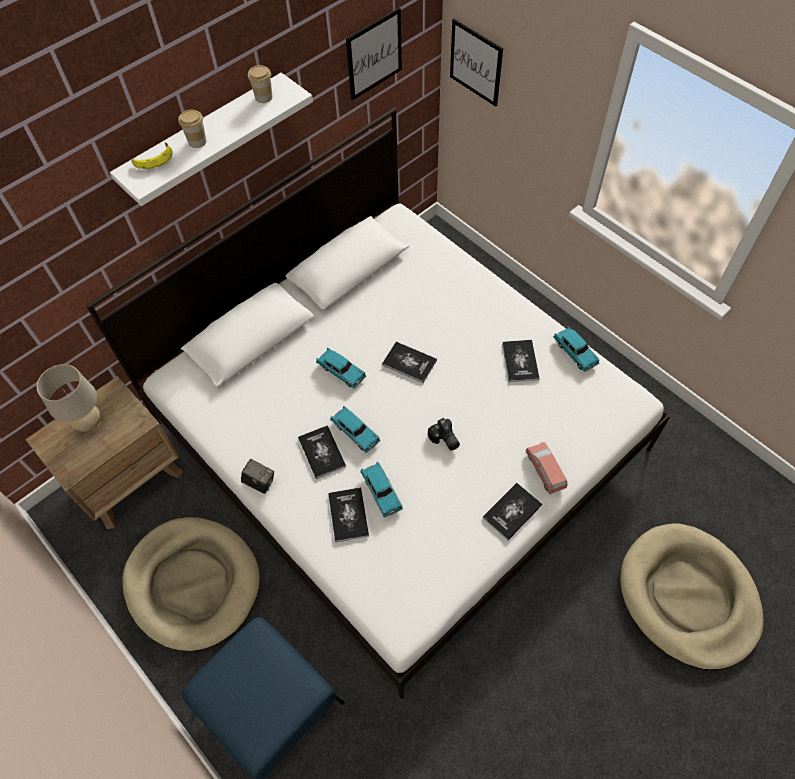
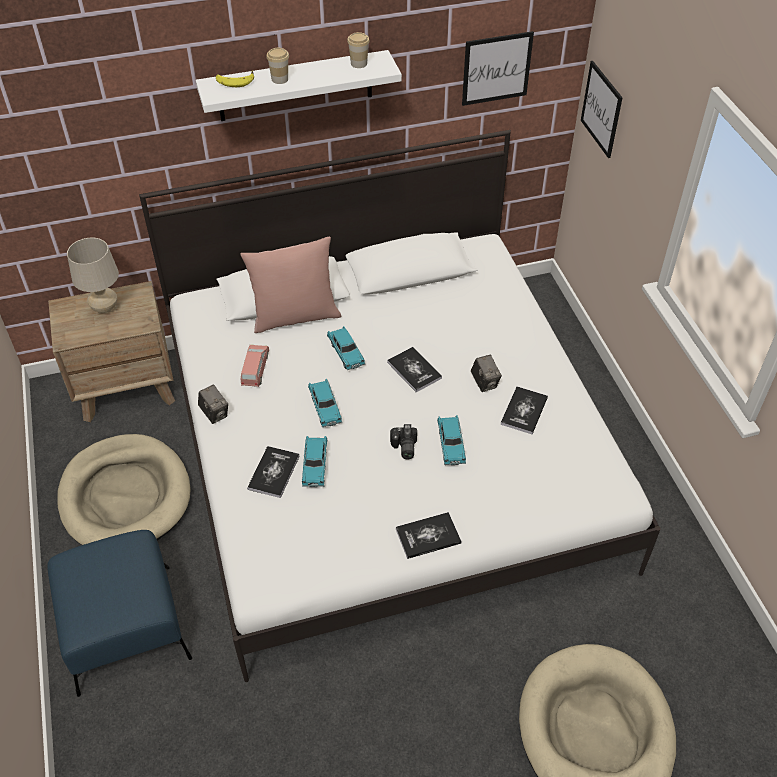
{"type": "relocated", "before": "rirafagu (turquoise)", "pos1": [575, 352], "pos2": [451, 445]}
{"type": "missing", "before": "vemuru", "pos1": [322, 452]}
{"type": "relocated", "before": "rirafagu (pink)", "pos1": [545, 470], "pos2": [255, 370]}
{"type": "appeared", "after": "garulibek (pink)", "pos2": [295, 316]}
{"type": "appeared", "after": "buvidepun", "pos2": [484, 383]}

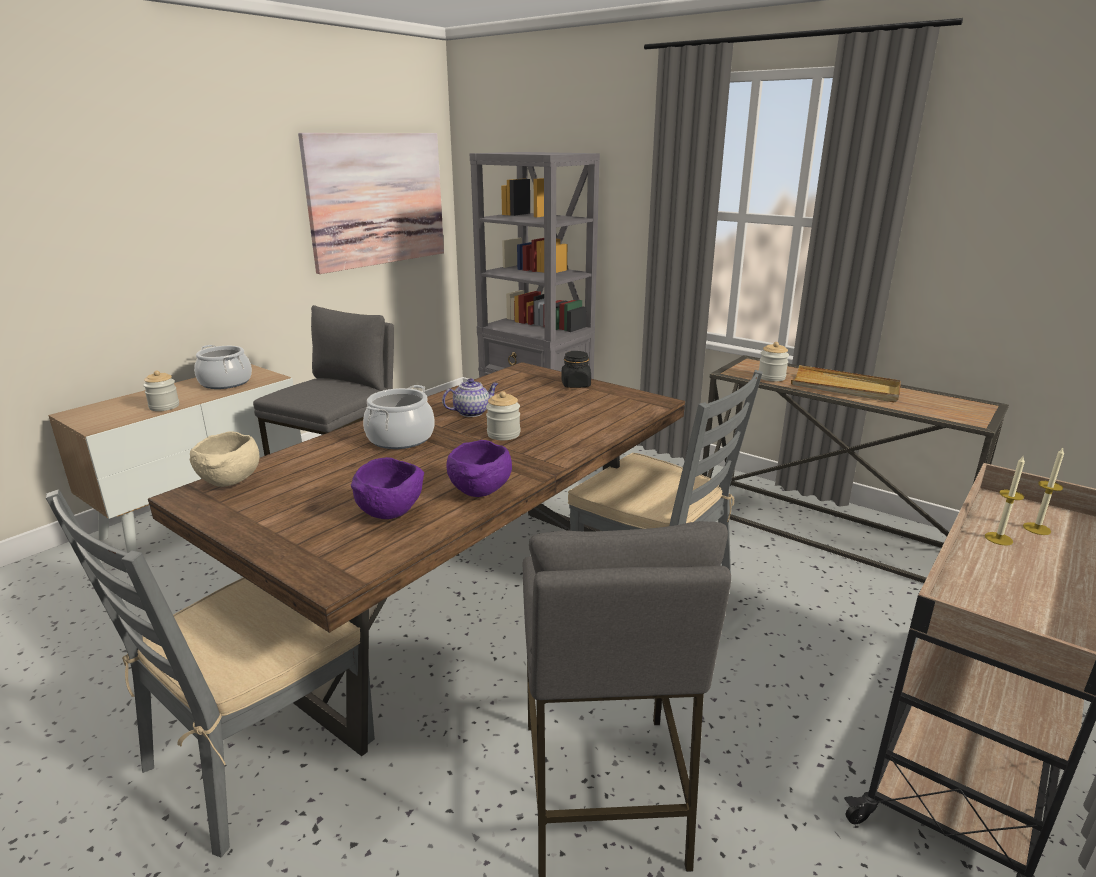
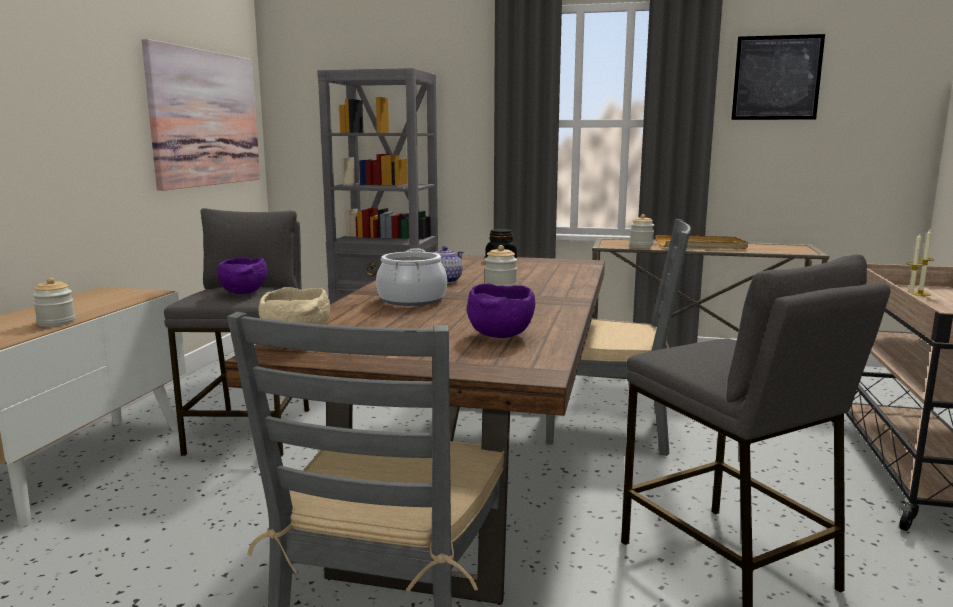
{"type": "missing", "before": "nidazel", "pos1": [226, 382]}
{"type": "relocated", "before": "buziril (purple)", "pos1": [480, 492], "pos2": [244, 293]}
{"type": "appeared", "after": "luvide", "pos2": [776, 78]}

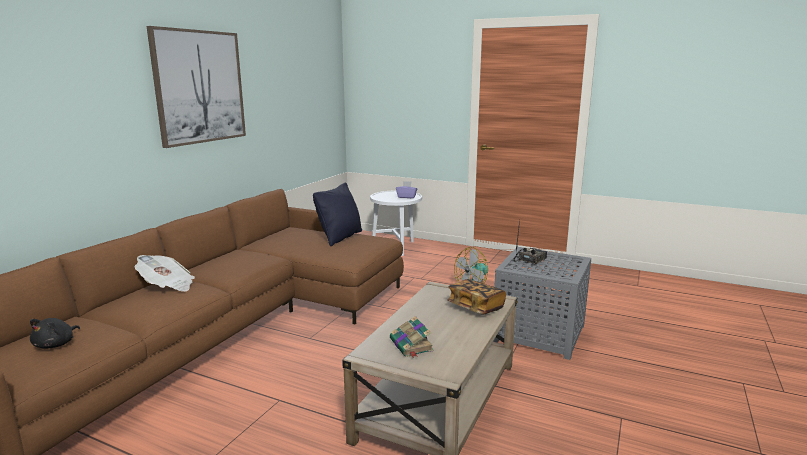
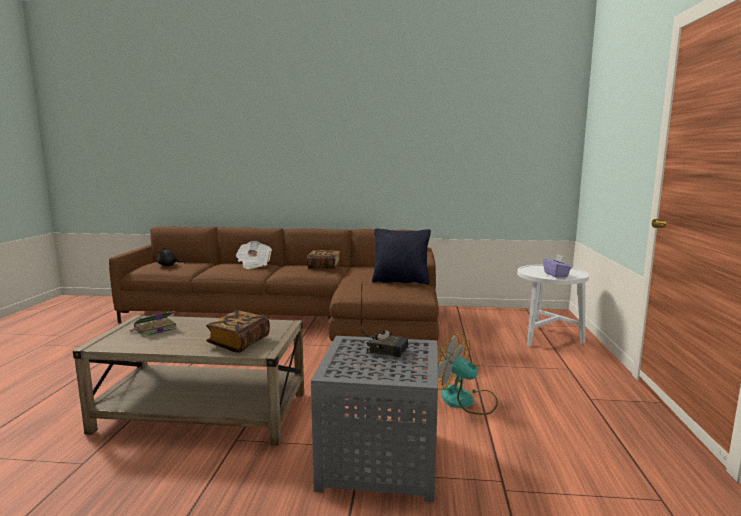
{"type": "missing", "before": "luvide", "pos1": [199, 87]}
{"type": "appeared", "after": "vemuru", "pos2": [324, 266]}

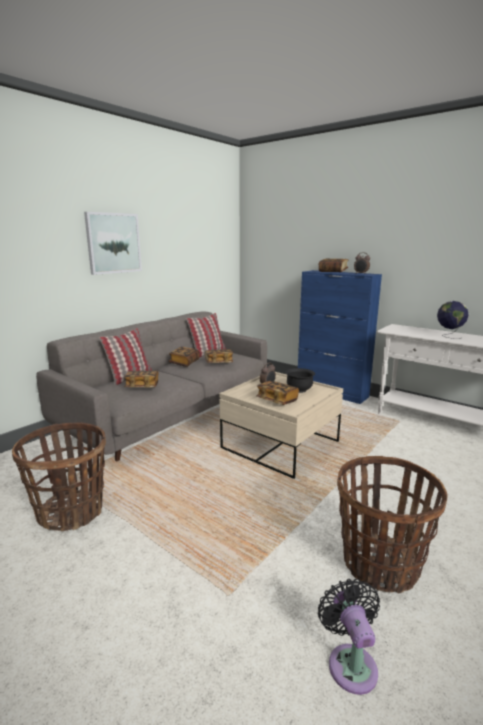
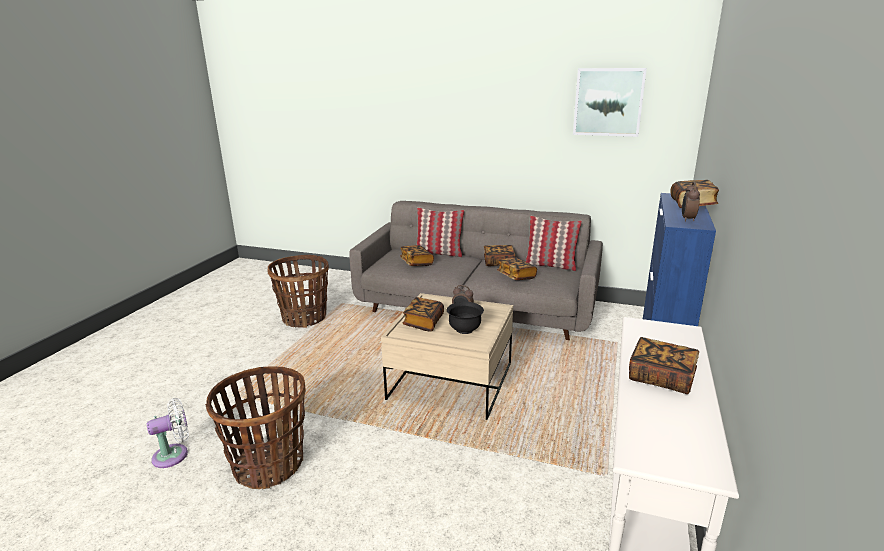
{"type": "relocated", "before": "luvide", "pos1": [113, 243], "pos2": [608, 102]}
{"type": "exchanged", "before": "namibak", "after": "vemuru", "pos1": [449, 336], "pos2": [661, 378]}
{"type": "colour", "before": "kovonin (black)", "after": "kovonin (white)", "pos1": [350, 662], "pos2": [174, 455]}

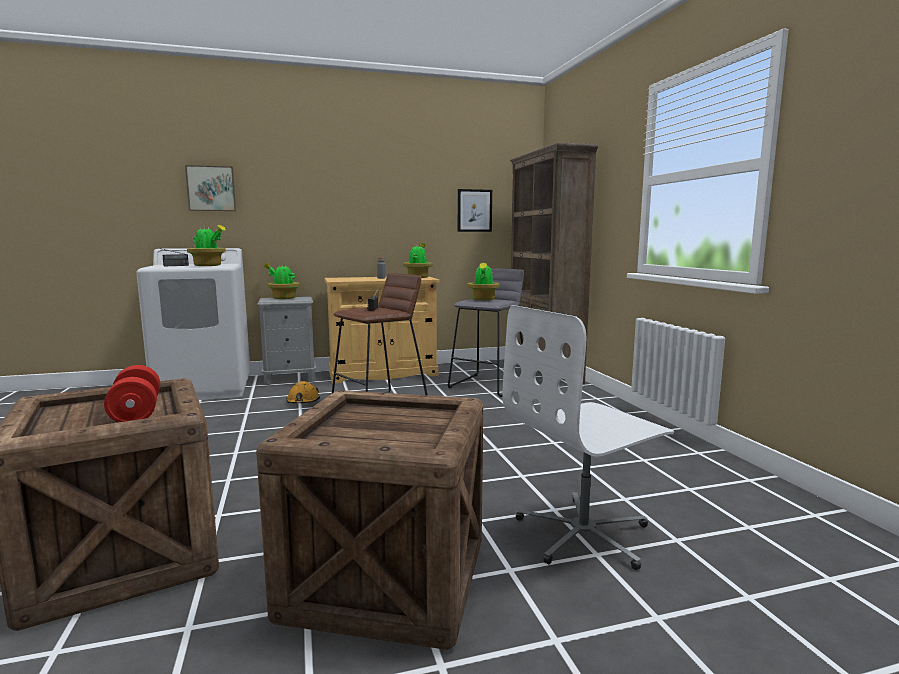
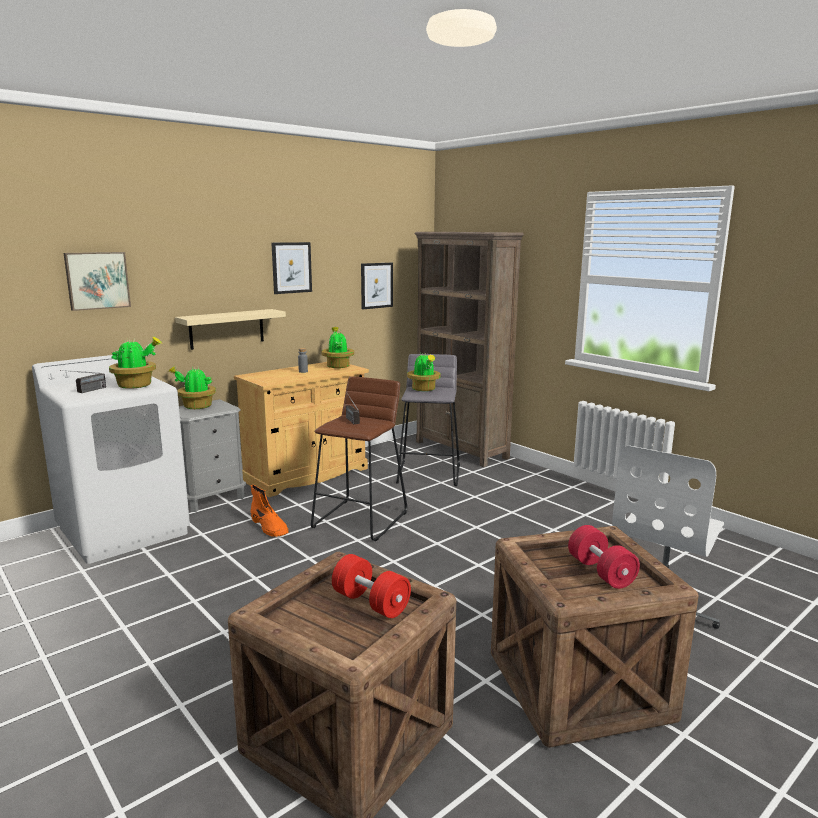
{"type": "exchanged", "before": "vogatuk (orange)", "after": "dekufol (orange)", "pos1": [303, 401], "pos2": [269, 527]}
{"type": "appeared", "after": "luvide", "pos2": [291, 267]}
{"type": "appeared", "after": "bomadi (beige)", "pos2": [227, 329]}
{"type": "appeared", "after": "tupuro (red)", "pos2": [601, 572]}

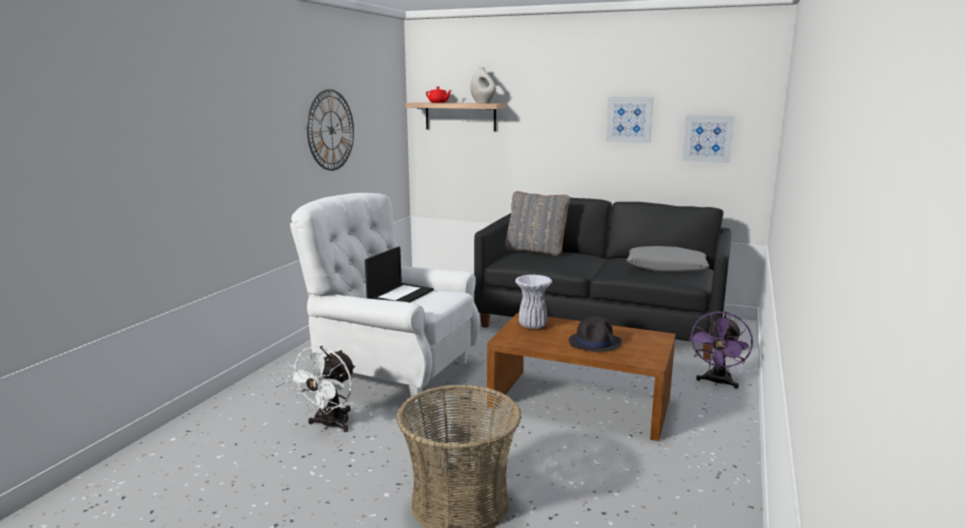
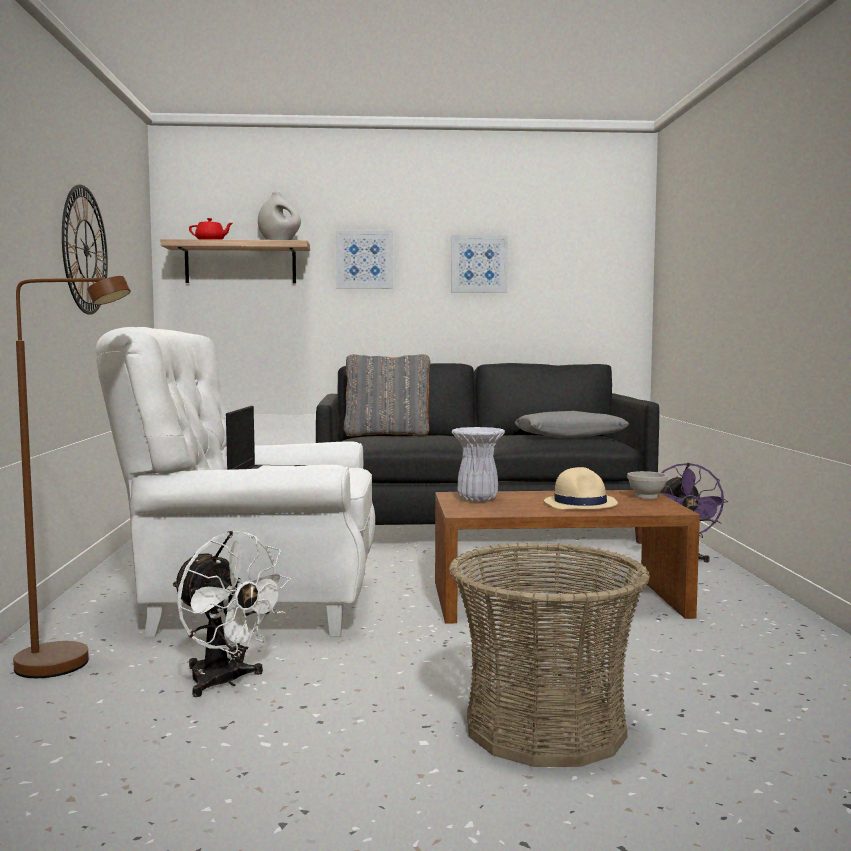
{"type": "relocated", "before": "luvide", "pos1": [708, 138], "pos2": [364, 259]}
{"type": "colour", "before": "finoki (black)", "after": "finoki (beige)", "pos1": [595, 342], "pos2": [580, 503]}
{"type": "spun", "before": "kovonin (white)", "pos1": [330, 425], "pos2": [225, 682], "turn": -45}
{"type": "appeared", "after": "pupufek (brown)", "pos2": [70, 665]}
{"type": "appeared", "after": "buziril (white)", "pos2": [646, 497]}

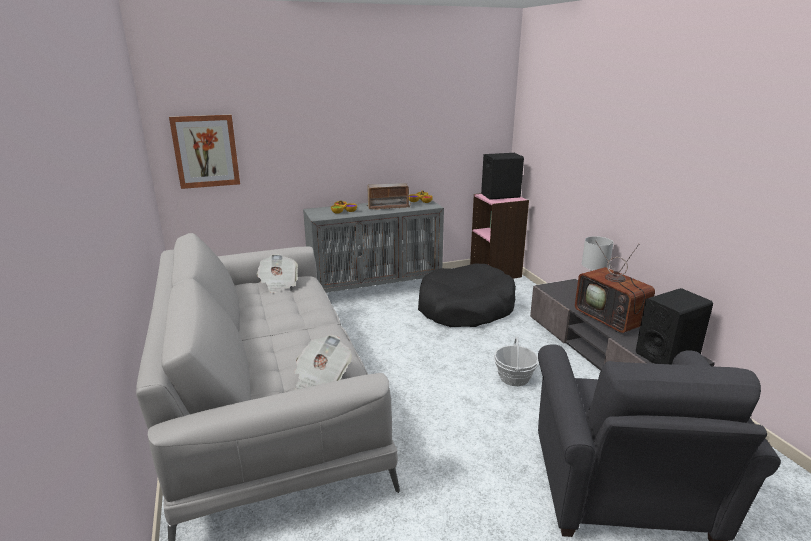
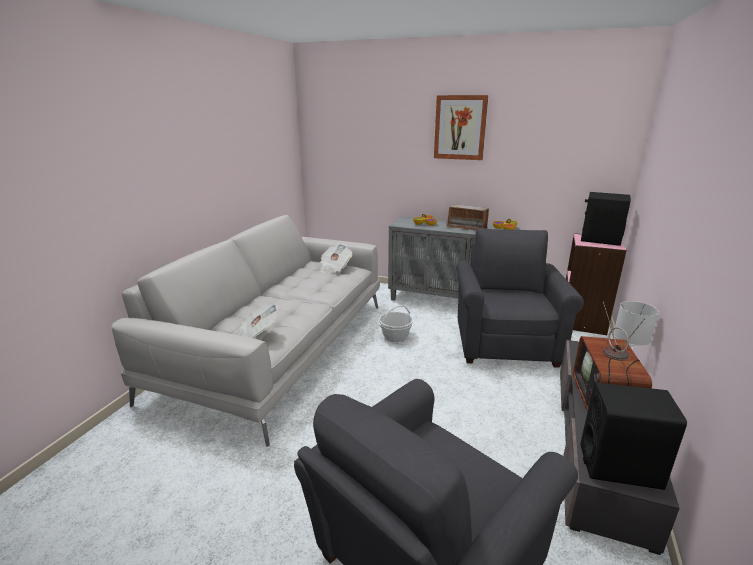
{"type": "relocated", "before": "luvide", "pos1": [206, 151], "pos2": [460, 127]}
{"type": "exchanged", "before": "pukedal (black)", "after": "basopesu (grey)", "pos1": [465, 308], "pos2": [505, 342]}
{"type": "relocated", "before": "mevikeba", "pos1": [514, 378], "pos2": [395, 336]}

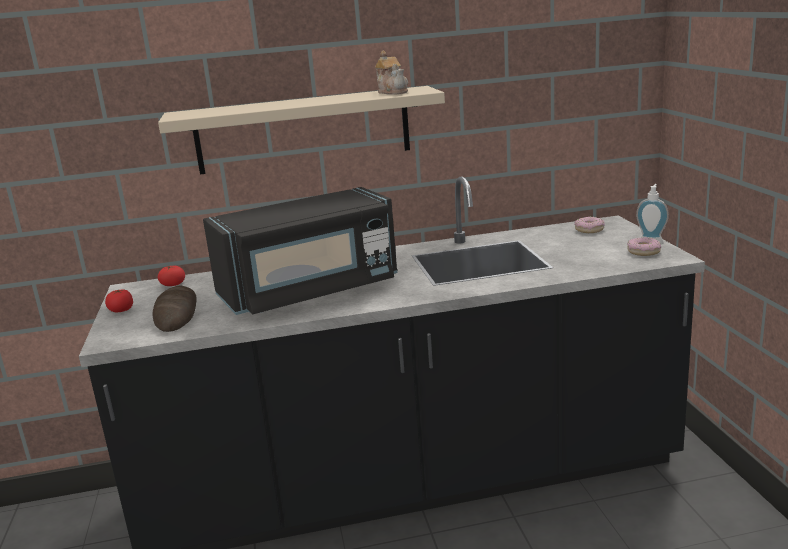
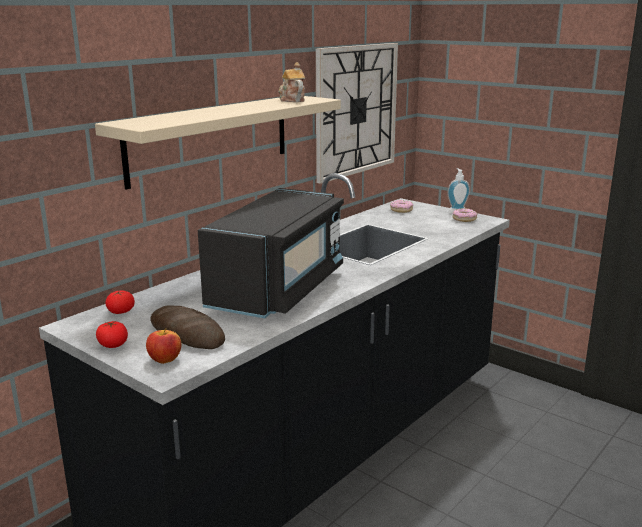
{"type": "spun", "before": "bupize", "pos1": [393, 92], "pos2": [291, 100], "turn": -135}
{"type": "appeared", "after": "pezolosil", "pos2": [356, 110]}
{"type": "appeared", "after": "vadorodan", "pos2": [165, 360]}

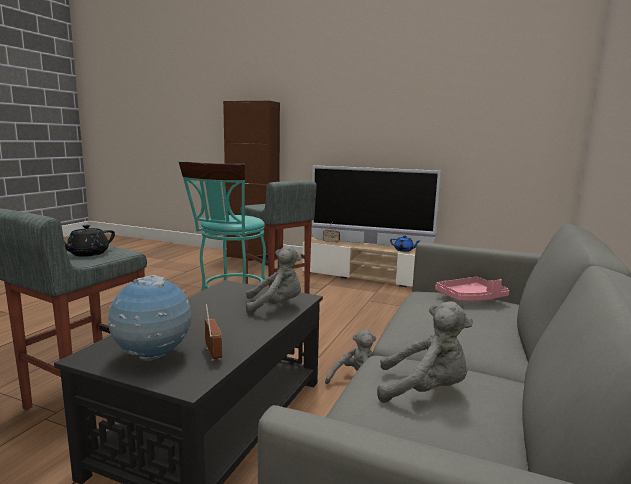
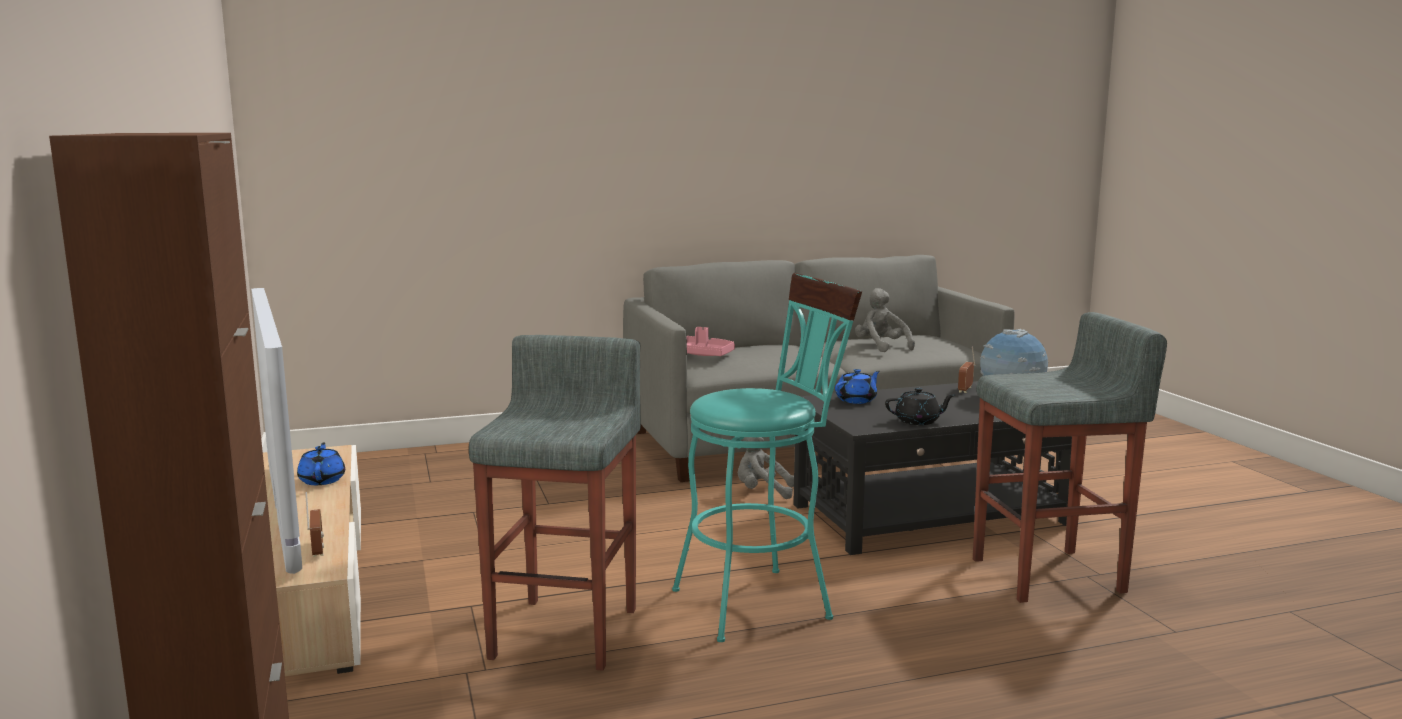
{"type": "relocated", "before": "bupize (black)", "pos1": [87, 254], "pos2": [918, 421]}
{"type": "exchanged", "before": "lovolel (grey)", "after": "bupize (blue)", "pos1": [276, 306], "pos2": [857, 400]}

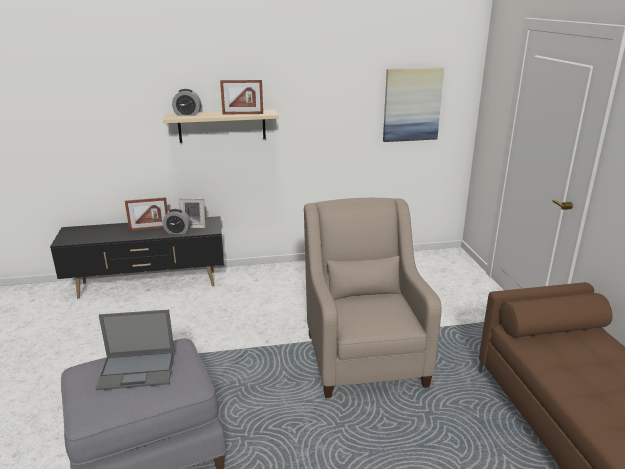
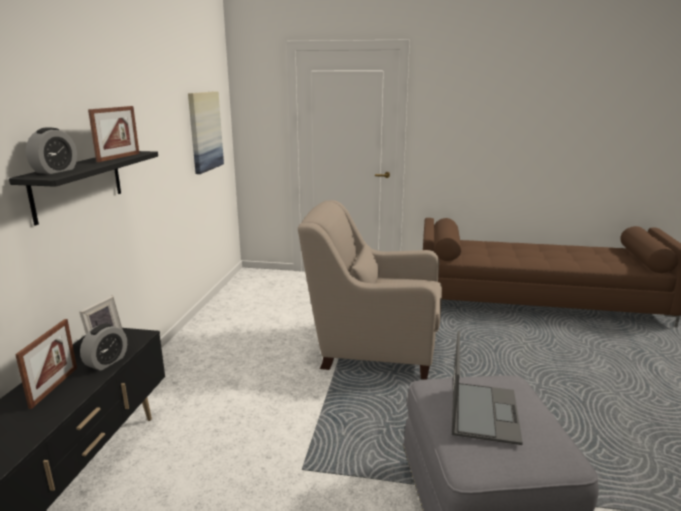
{"type": "colour", "before": "bomadi (beige)", "after": "bomadi (black)", "pos1": [222, 126], "pos2": [78, 185]}

